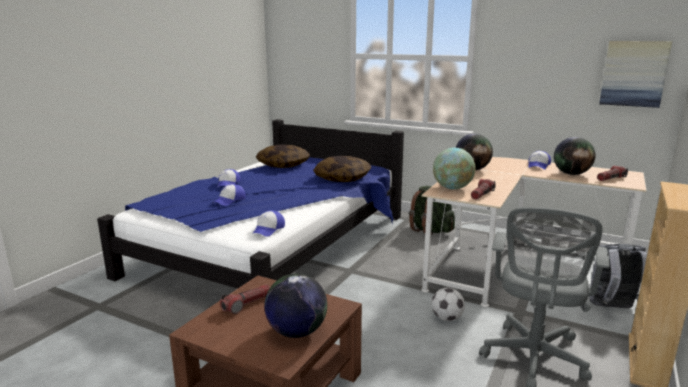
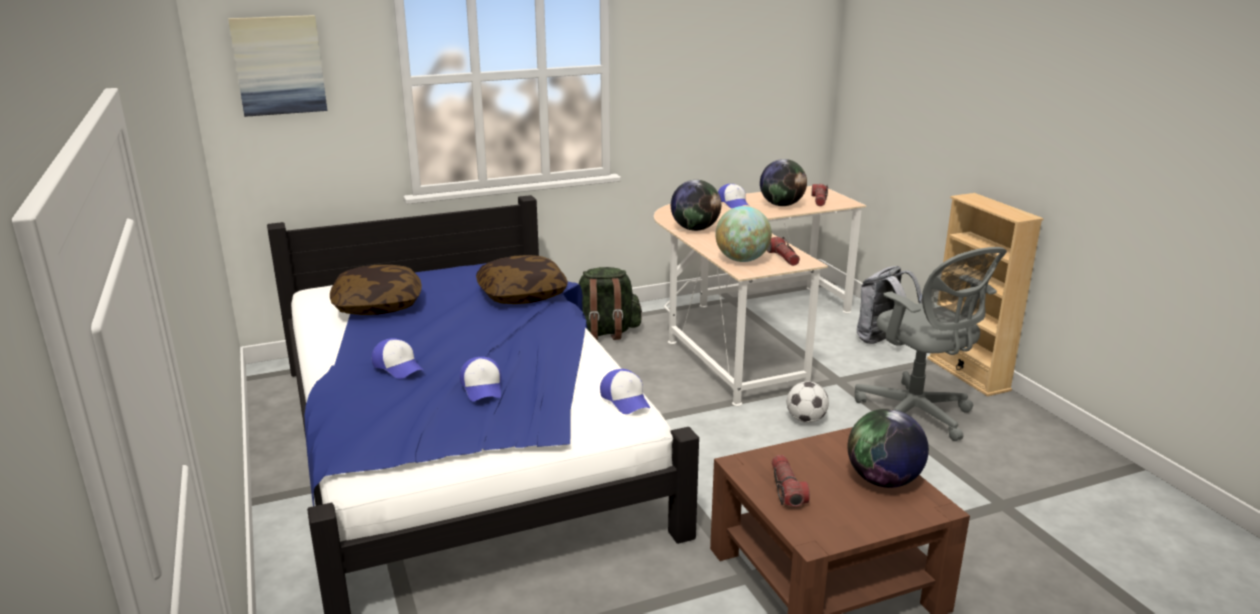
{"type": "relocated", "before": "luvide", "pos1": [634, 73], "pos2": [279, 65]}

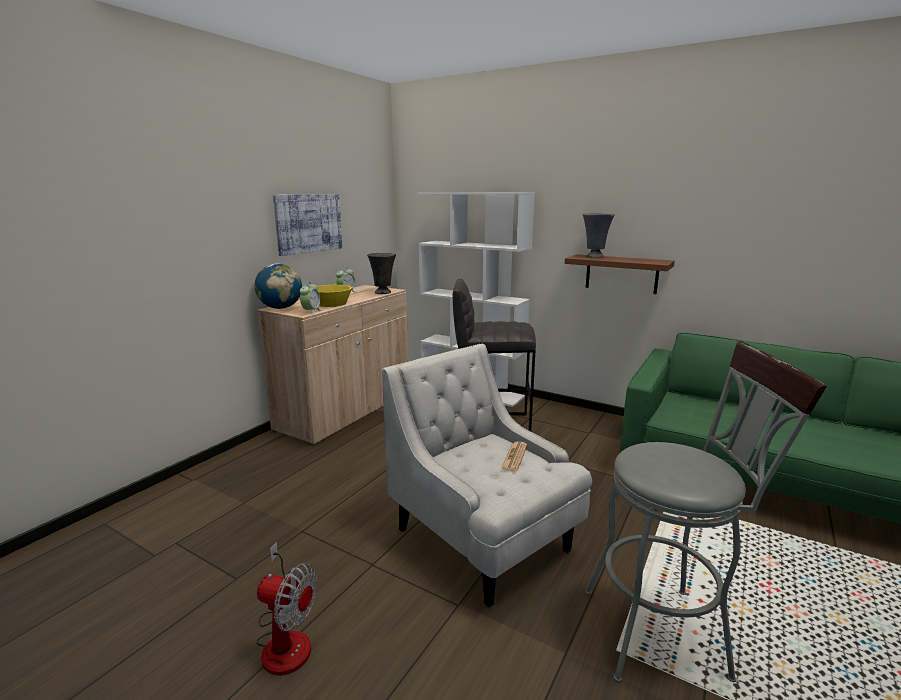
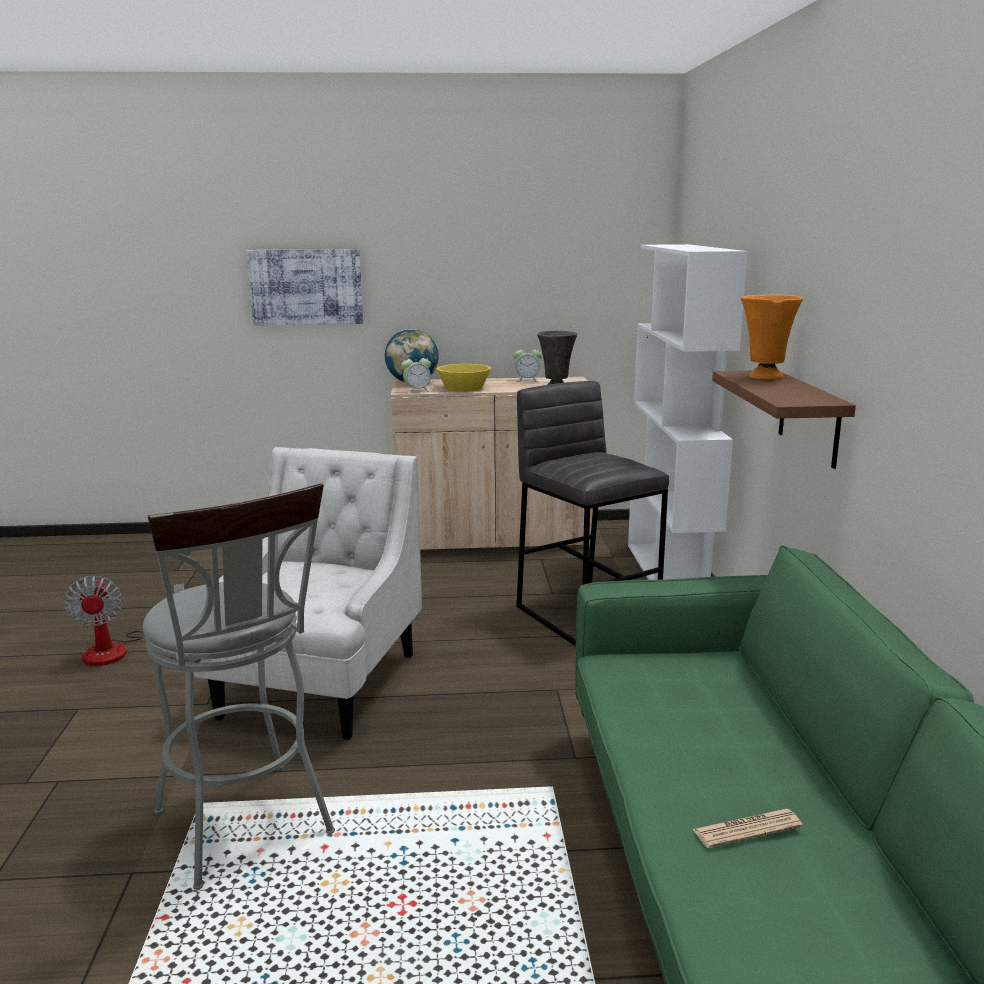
{"type": "relocated", "before": "luvide", "pos1": [308, 223], "pos2": [306, 287]}
{"type": "colour", "before": "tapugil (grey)", "after": "tapugil (orange)", "pos1": [594, 257], "pos2": [764, 377]}
{"type": "relocated", "before": "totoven", "pos1": [514, 457], "pos2": [747, 829]}

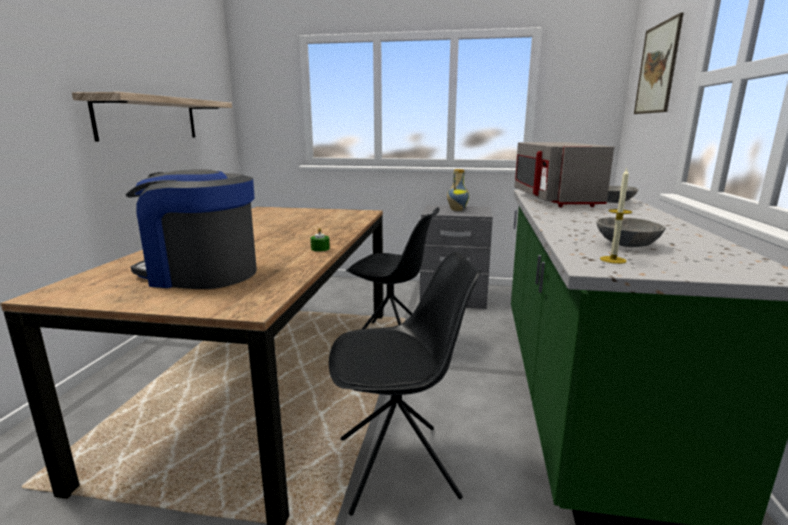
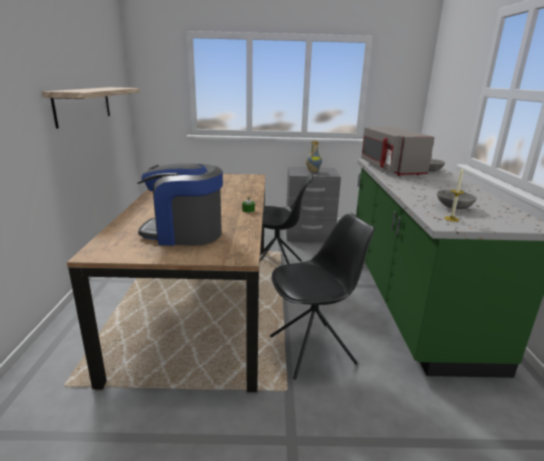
{"type": "missing", "before": "luvide", "pos1": [657, 69]}

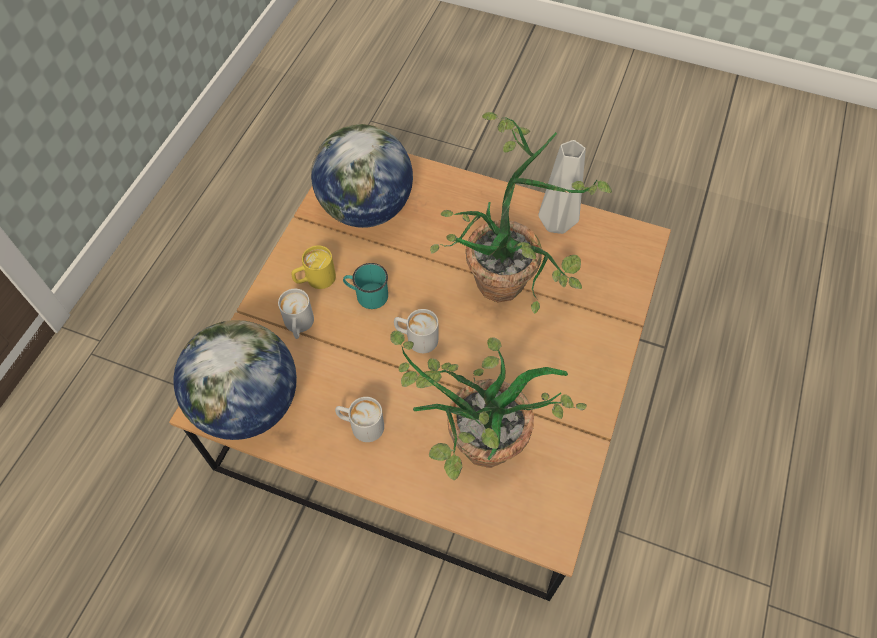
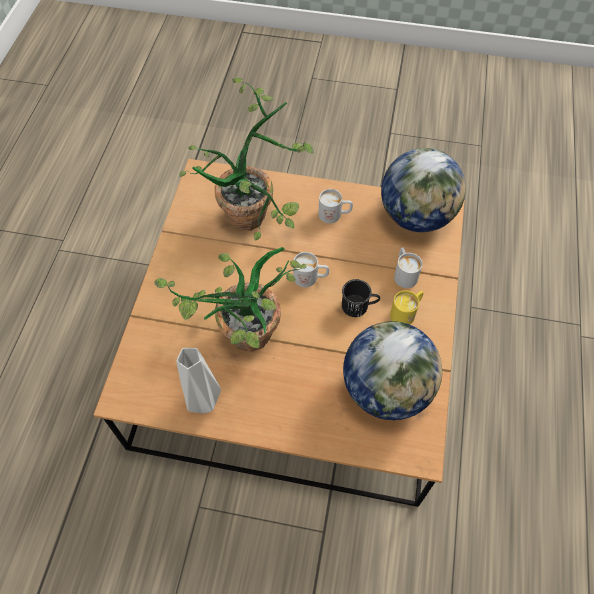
{"type": "colour", "before": "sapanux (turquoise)", "after": "sapanux (black)", "pos1": [367, 295], "pos2": [359, 306]}

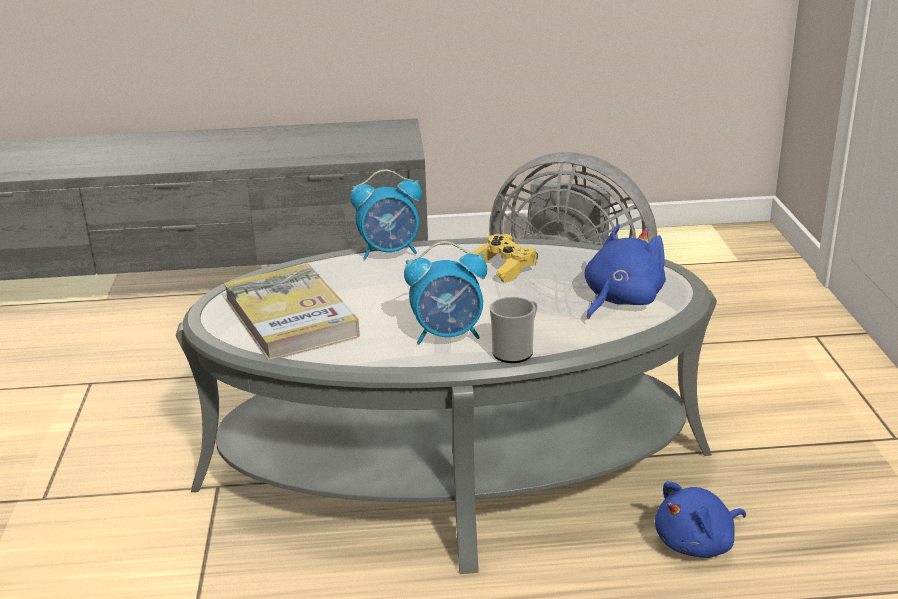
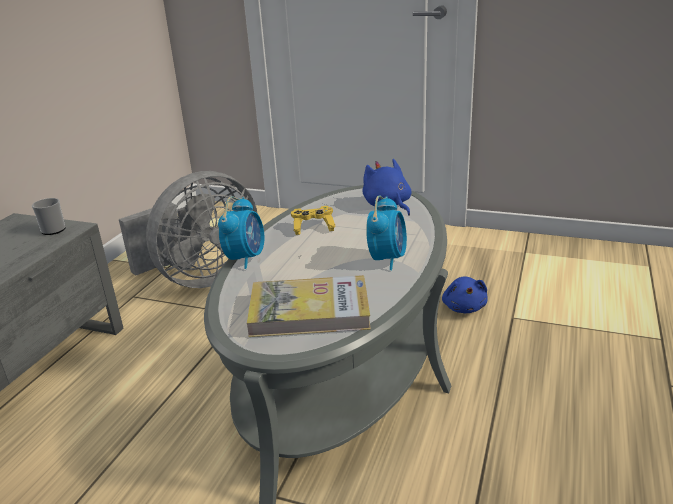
{"type": "relocated", "before": "sapanux", "pos1": [516, 351], "pos2": [53, 229]}

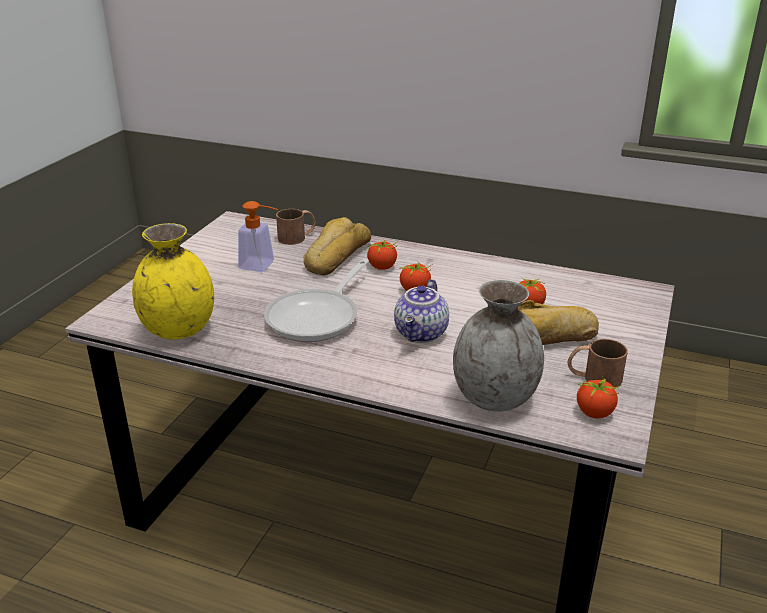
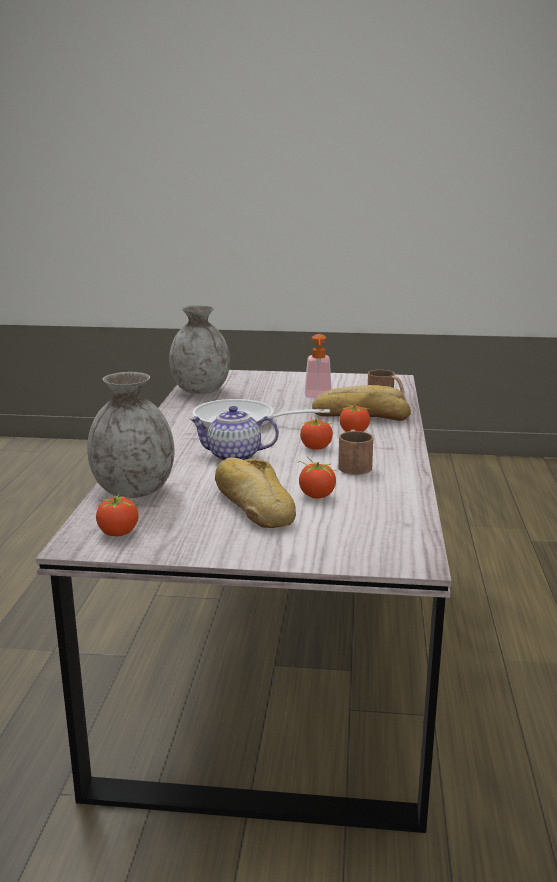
{"type": "colour", "before": "tapugil (yellow)", "after": "tapugil (grey)", "pos1": [178, 329], "pos2": [201, 390]}
{"type": "relocated", "before": "sapanux (brown)", "pos1": [593, 377], "pos2": [353, 464]}

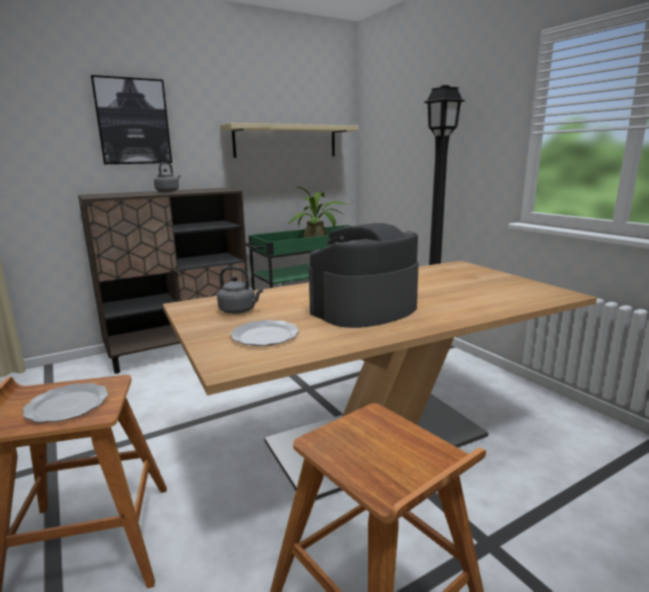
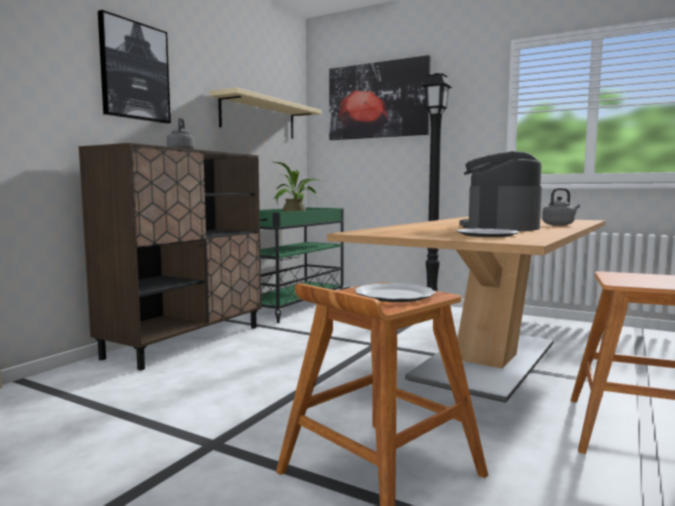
{"type": "relocated", "before": "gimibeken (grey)", "pos1": [239, 311], "pos2": [559, 225]}
{"type": "appeared", "after": "luvide", "pos2": [378, 100]}

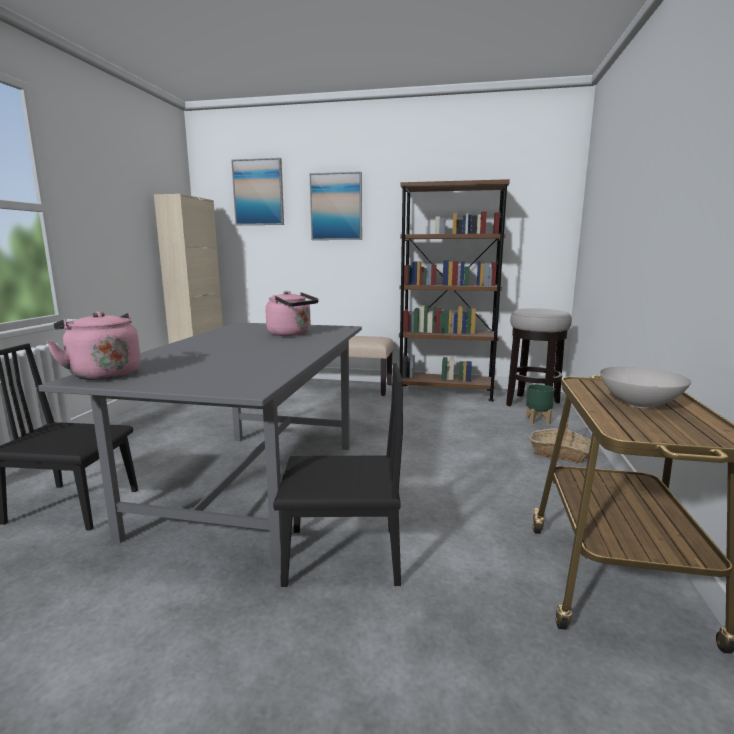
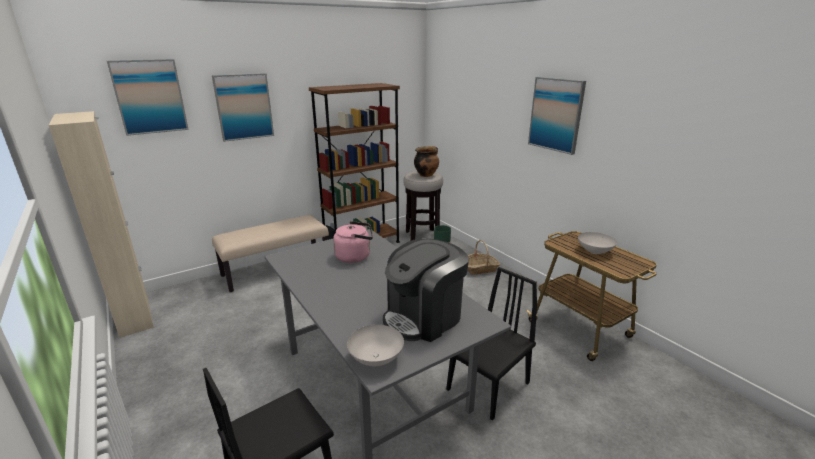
{"type": "exchanged", "before": "gimibeken (pink)", "after": "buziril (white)", "pos1": [103, 374], "pos2": [375, 358]}
{"type": "appeared", "after": "luvide", "pos2": [556, 114]}
{"type": "appeared", "after": "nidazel", "pos2": [426, 175]}
{"type": "appeared", "after": "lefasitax", "pos2": [423, 317]}

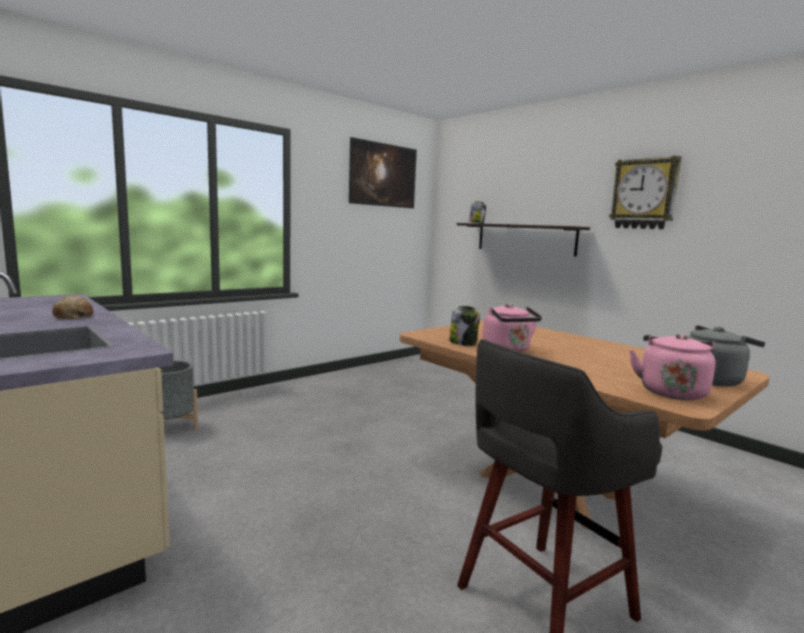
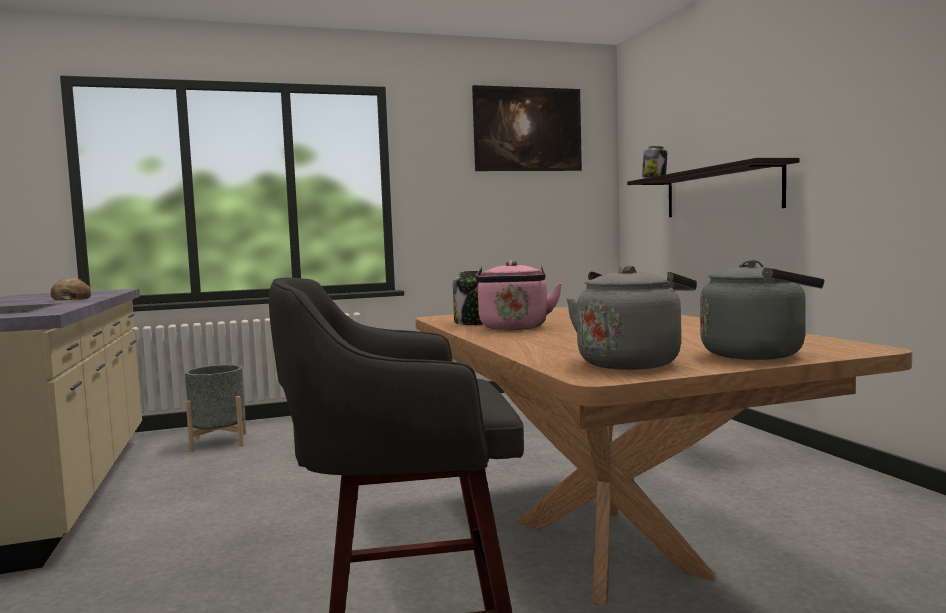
{"type": "missing", "before": "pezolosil", "pos1": [644, 194]}
{"type": "colour", "before": "gimibeken (pink)", "after": "gimibeken (grey)", "pos1": [671, 391], "pos2": [631, 363]}

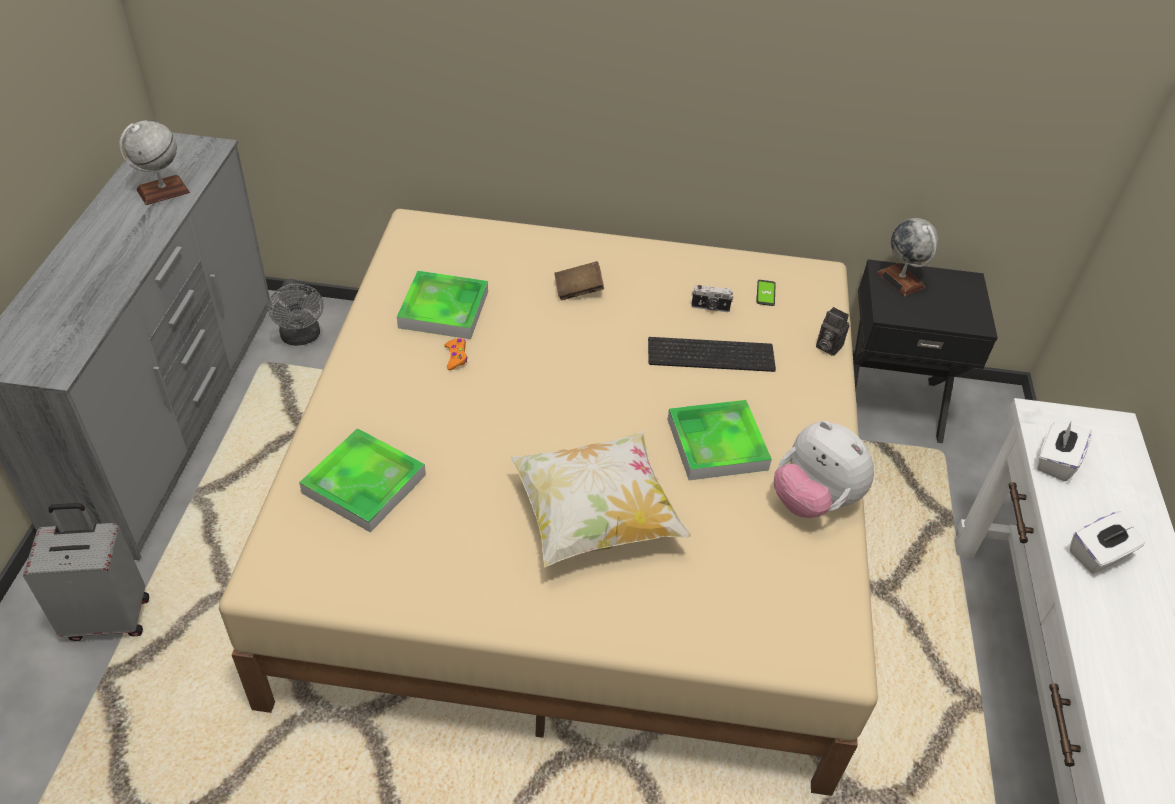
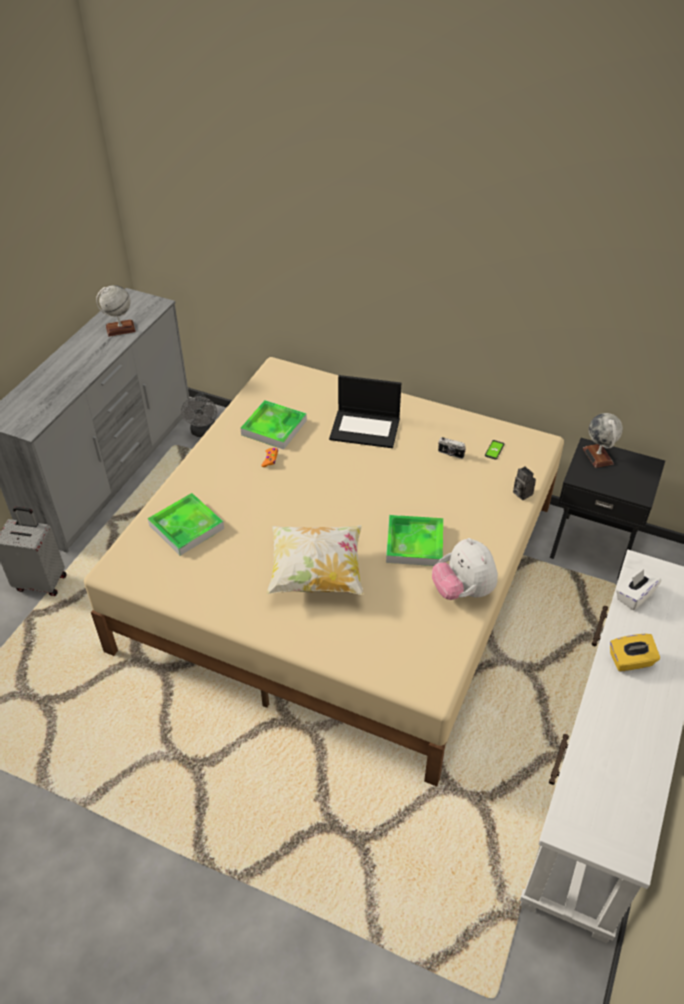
{"type": "exchanged", "before": "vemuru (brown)", "after": "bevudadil", "pos1": [578, 290], "pos2": [366, 428]}
{"type": "missing", "before": "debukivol", "pos1": [712, 353]}
{"type": "colour", "before": "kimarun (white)", "after": "kimarun (yellow)", "pos1": [1098, 555], "pos2": [630, 661]}

